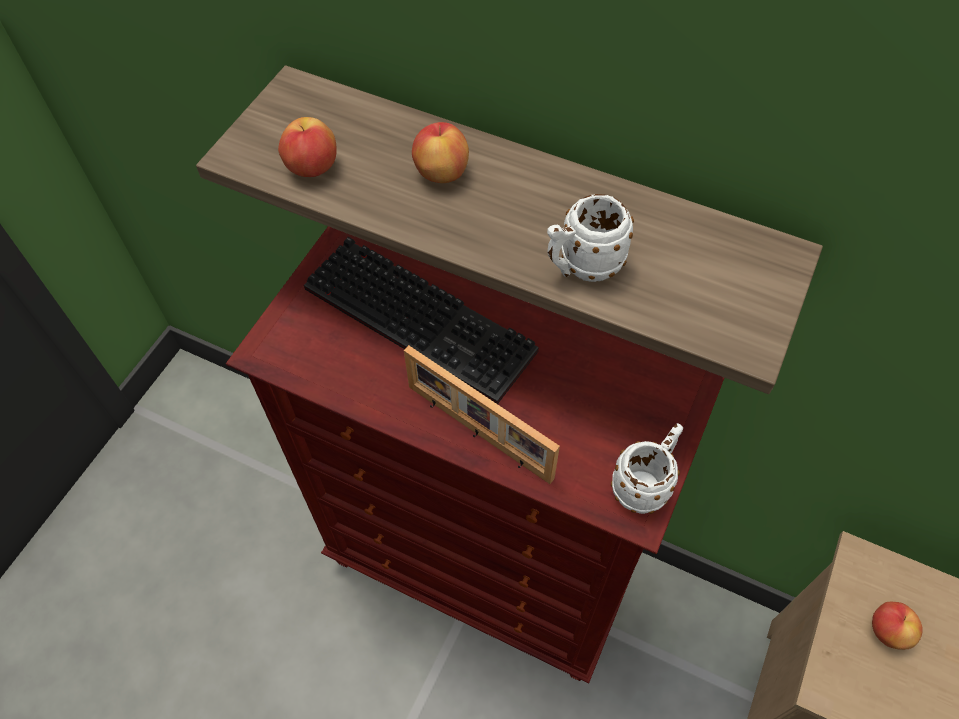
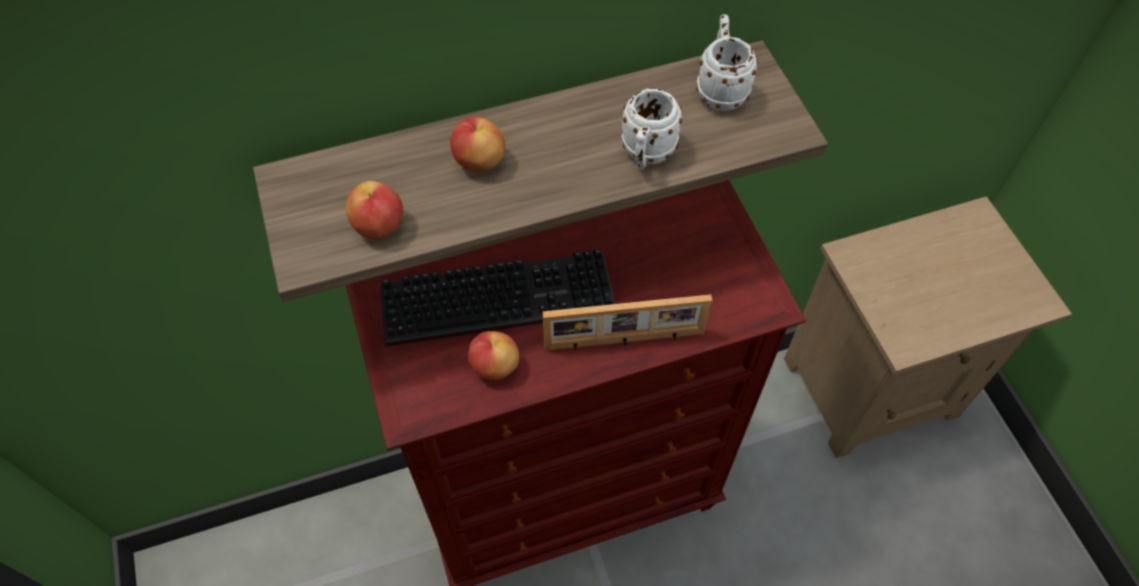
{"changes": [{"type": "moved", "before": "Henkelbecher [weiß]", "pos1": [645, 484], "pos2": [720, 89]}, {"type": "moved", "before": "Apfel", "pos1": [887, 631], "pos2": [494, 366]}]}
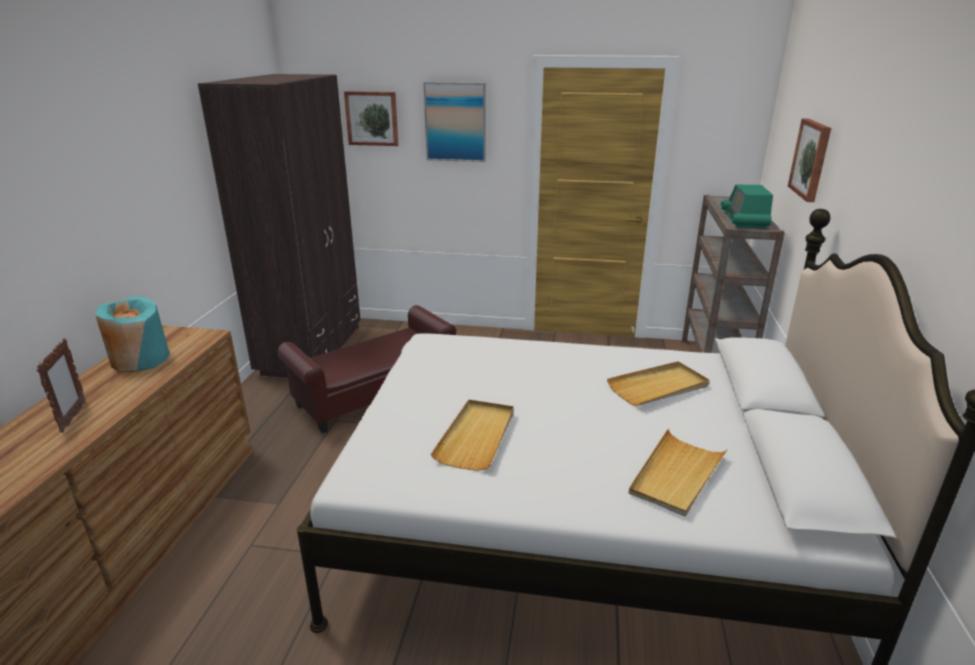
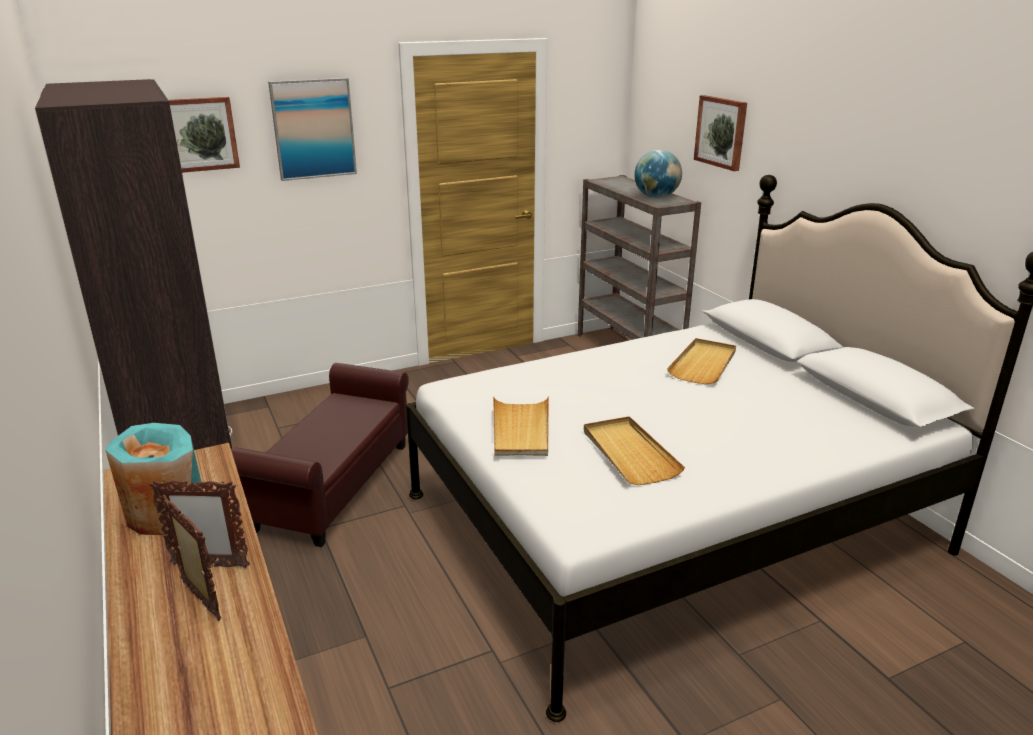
{"changes": [{"type": "replaced", "before": "Radio", "after": "Globus", "pos1": [744, 220], "pos2": [656, 197]}, {"type": "moved", "before": "Tablett [beige]", "pos1": [676, 475], "pos2": [521, 429]}, {"type": "added", "after": "Bilderrahmen", "pos2": [210, 565]}]}
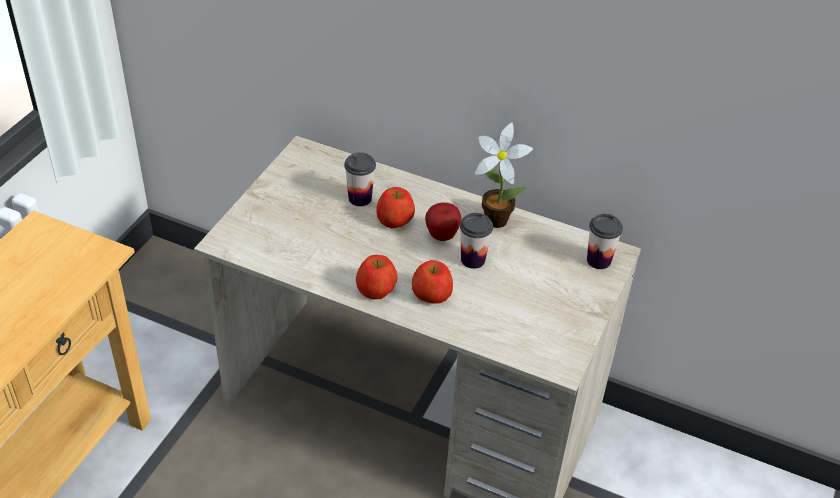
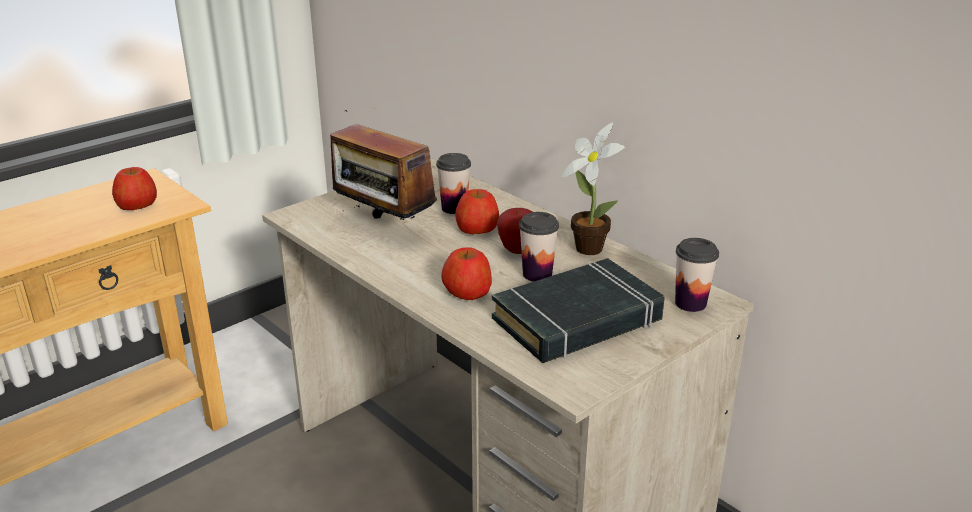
{"changes": [{"type": "moved", "before": "Apfel", "pos1": [376, 289], "pos2": [137, 205]}, {"type": "added", "after": "Radio", "pos2": [383, 227]}, {"type": "added", "after": "Buch [schwarz]", "pos2": [578, 320]}]}
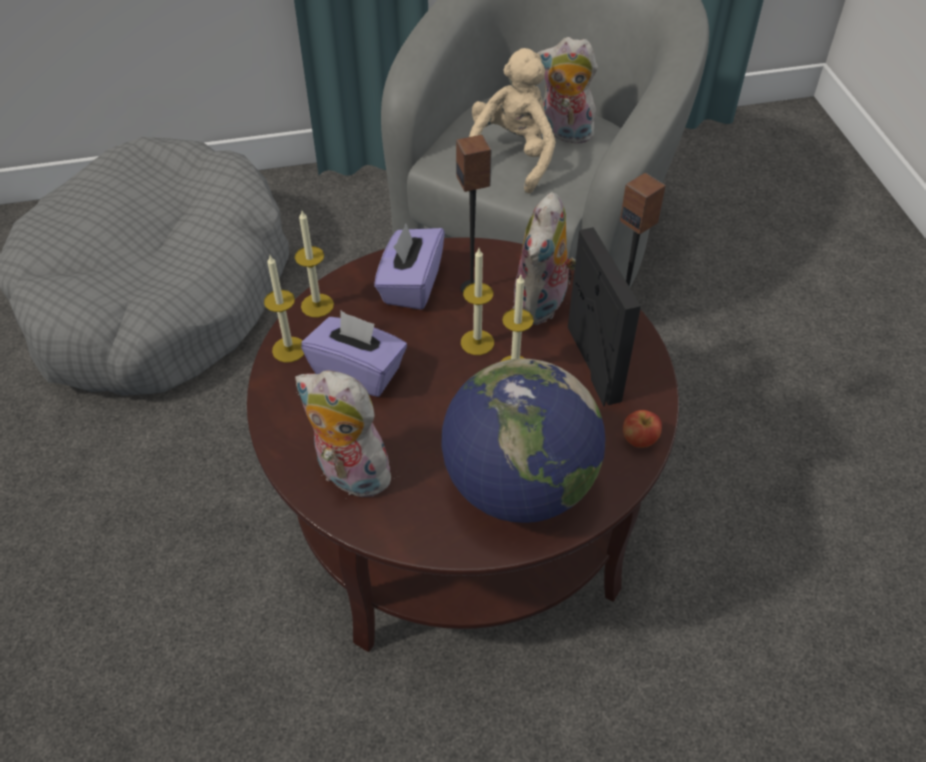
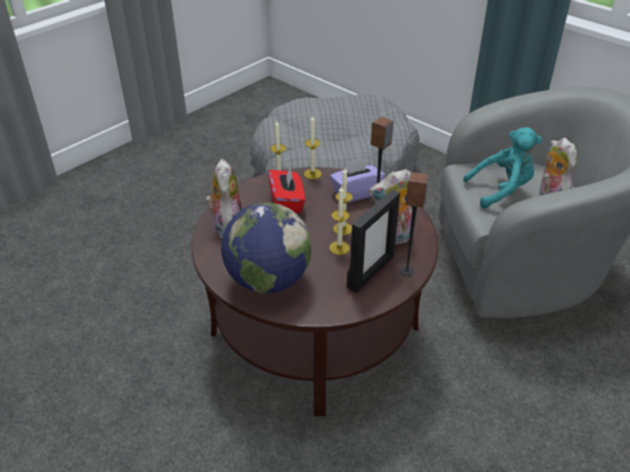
{"changes": [{"type": "recoloured", "before": "Plüschtier [beige]", "after": "Plüschtier [türkis]", "pos1": [511, 157], "pos2": [501, 190]}, {"type": "recoloured", "before": "Taschentuchbox [lila]", "after": "Taschentuchbox [rot]", "pos1": [358, 371], "pos2": [287, 203]}, {"type": "removed", "before": "Apfel", "pos1": [639, 439]}]}
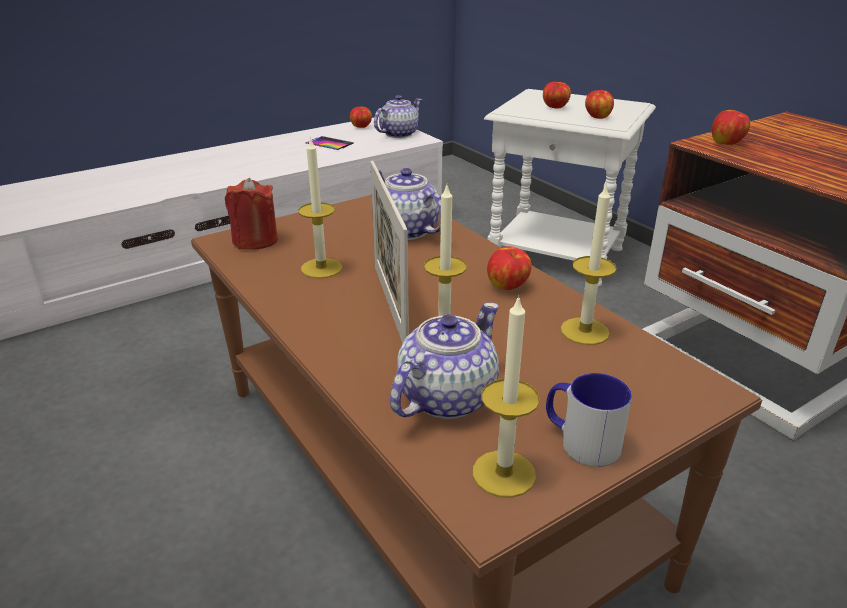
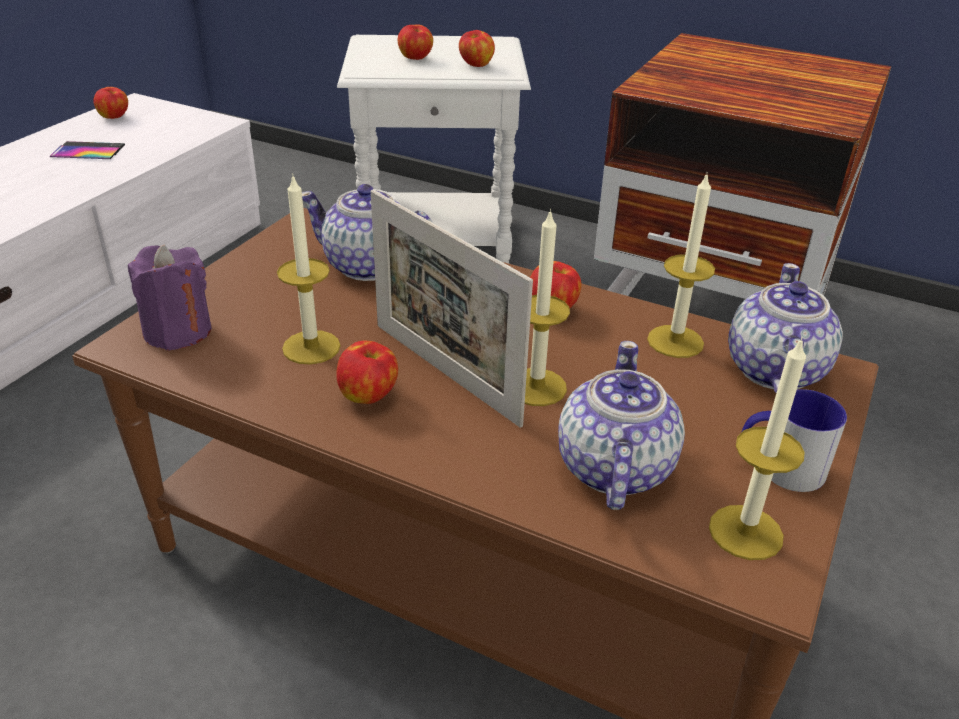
{"changes": [{"type": "moved", "before": "Teekanne", "pos1": [398, 134], "pos2": [773, 371]}, {"type": "moved", "before": "Apfel", "pos1": [726, 143], "pos2": [369, 396]}, {"type": "recoloured", "before": "Kerze [rot]", "after": "Kerze [lila]", "pos1": [255, 240], "pos2": [178, 331]}]}
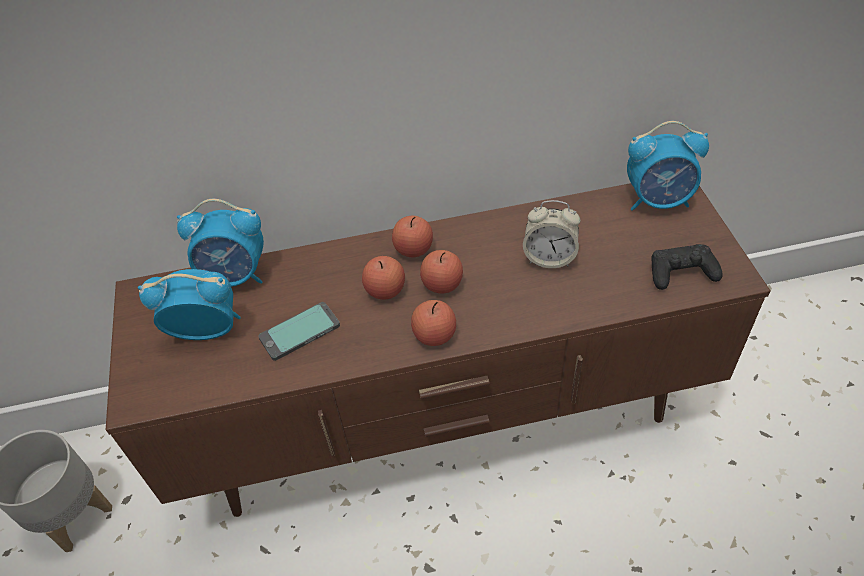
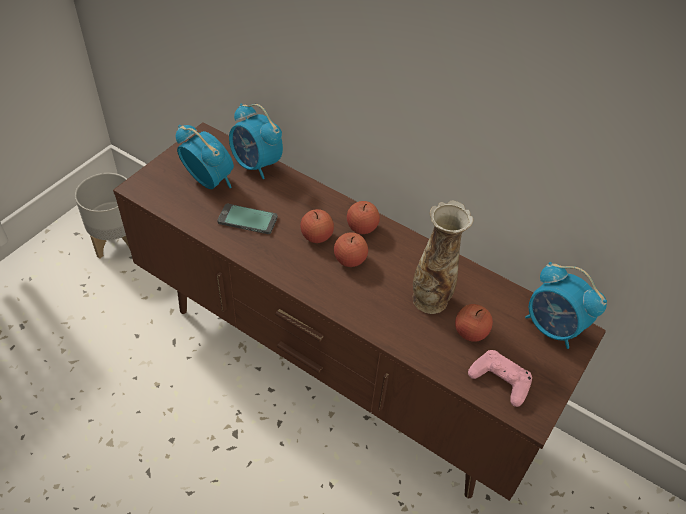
{"changes": [{"type": "replaced", "before": "Wecker", "after": "Vase", "pos1": [549, 257], "pos2": [431, 299]}, {"type": "recoloured", "before": "Gamepad [schwarz]", "after": "Gamepad [rosa]", "pos1": [681, 272], "pos2": [500, 380]}, {"type": "moved", "before": "Apfel", "pos1": [434, 335], "pos2": [470, 332]}]}
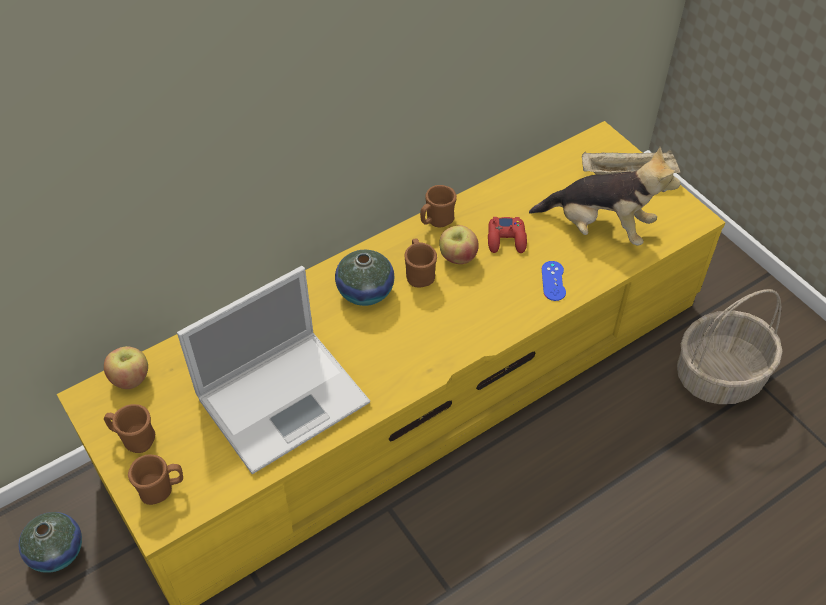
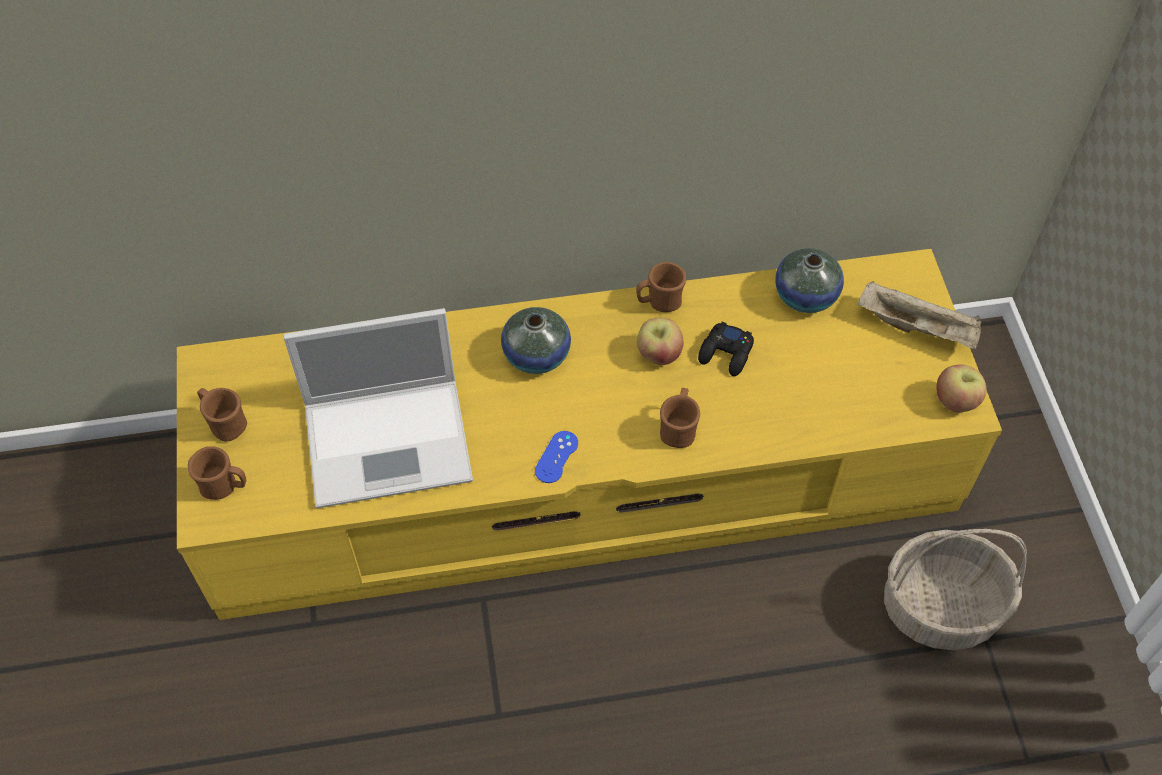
{"changes": [{"type": "removed", "before": "Plüschtier", "pos1": [599, 227]}, {"type": "recoloured", "before": "Gamepad [rot]", "after": "Gamepad [schwarz]", "pos1": [506, 239], "pos2": [726, 353]}, {"type": "moved", "before": "Henkelbecher [braun]", "pos1": [419, 274], "pos2": [678, 429]}, {"type": "moved", "before": "Gamepad [blau]", "pos1": [553, 281], "pos2": [556, 457]}, {"type": "moved", "before": "Apfel", "pos1": [131, 378], "pos2": [956, 400]}, {"type": "moved", "before": "Vase", "pos1": [57, 551], "pos2": [805, 296]}]}
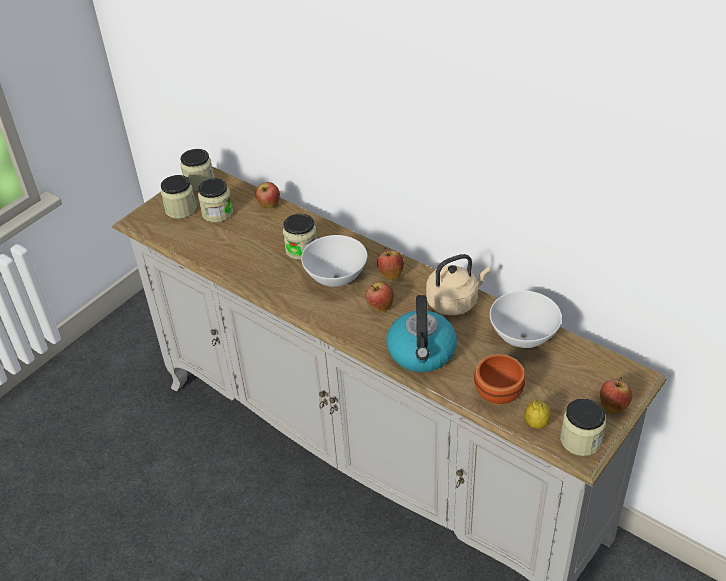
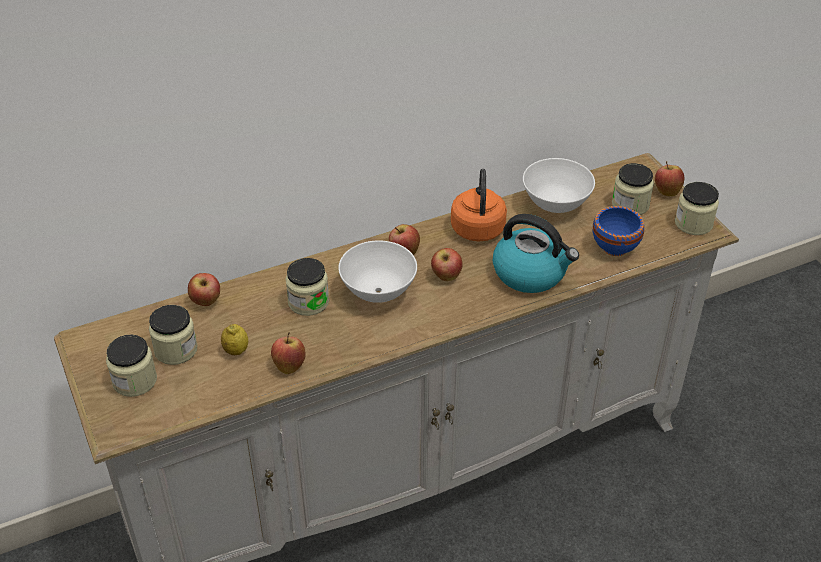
{"changes": [{"type": "moved", "before": "Vorratsglas", "pos1": [199, 182], "pos2": [630, 204]}, {"type": "recoloured", "before": "Wasserkessel [beige]", "after": "Wasserkessel [orange]", "pos1": [454, 302], "pos2": [478, 227]}, {"type": "recoloured", "before": "Schüssel [braun]", "after": "Schüssel [blau]", "pos1": [497, 395], "pos2": [615, 248]}, {"type": "moved", "before": "Zitrone", "pos1": [536, 424], "pos2": [236, 350]}, {"type": "added", "after": "Apfel", "pos2": [289, 366]}]}
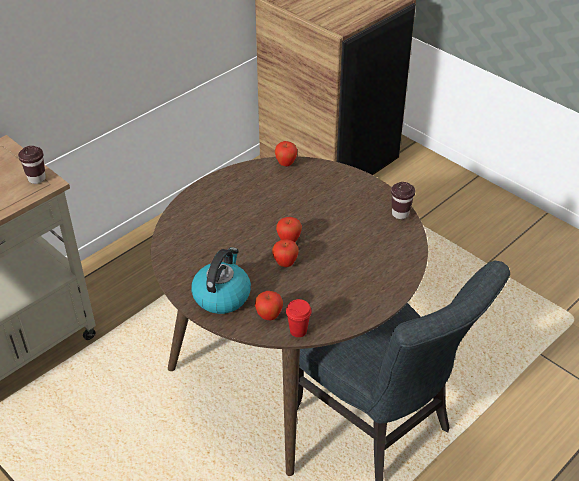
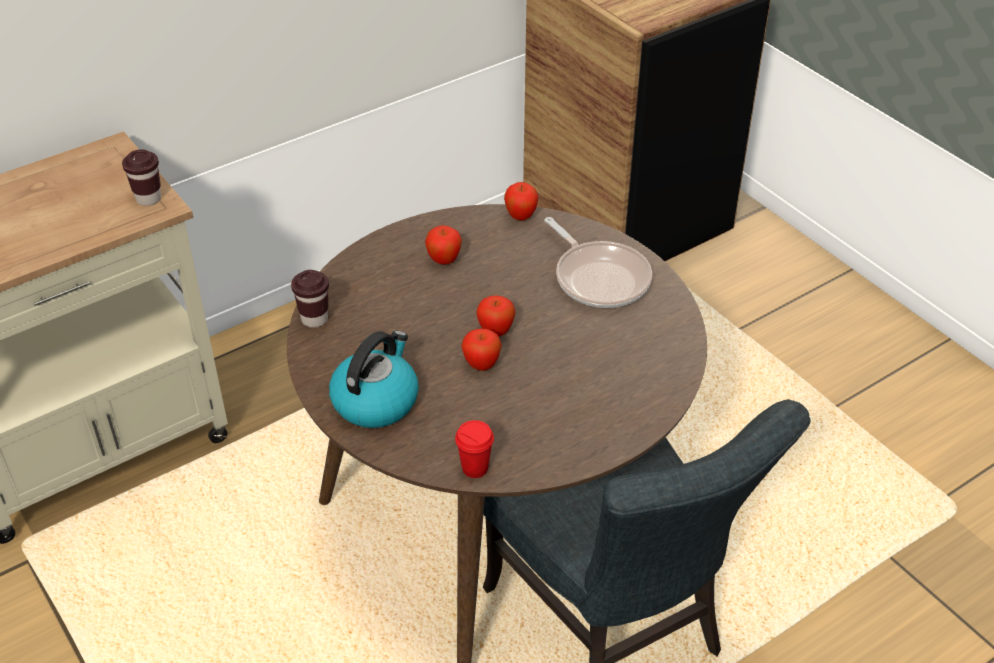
{"changes": [{"type": "moved", "before": "Tasse [braun]", "pos1": [400, 214], "pos2": [314, 319]}, {"type": "moved", "before": "Apfel", "pos1": [269, 316], "pos2": [444, 261]}, {"type": "added", "after": "Pfanne", "pos2": [599, 277]}]}
